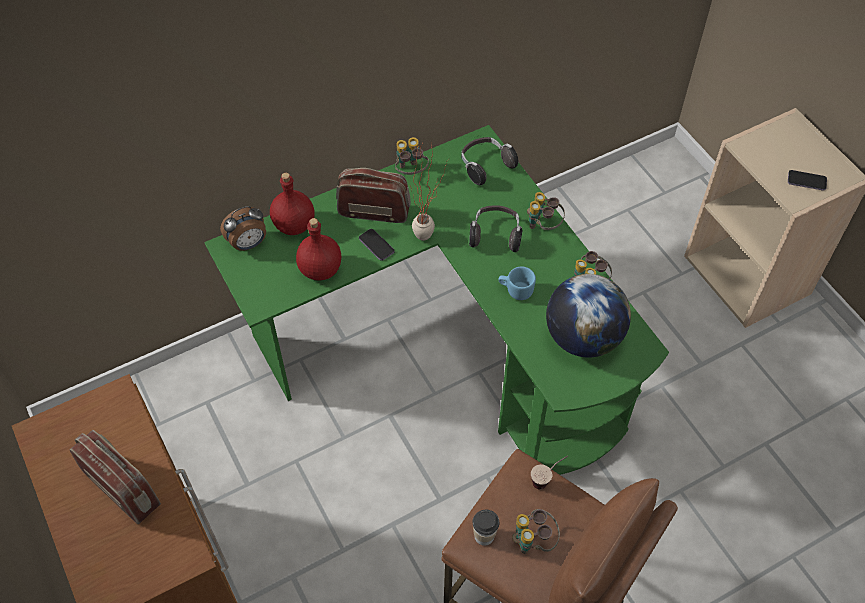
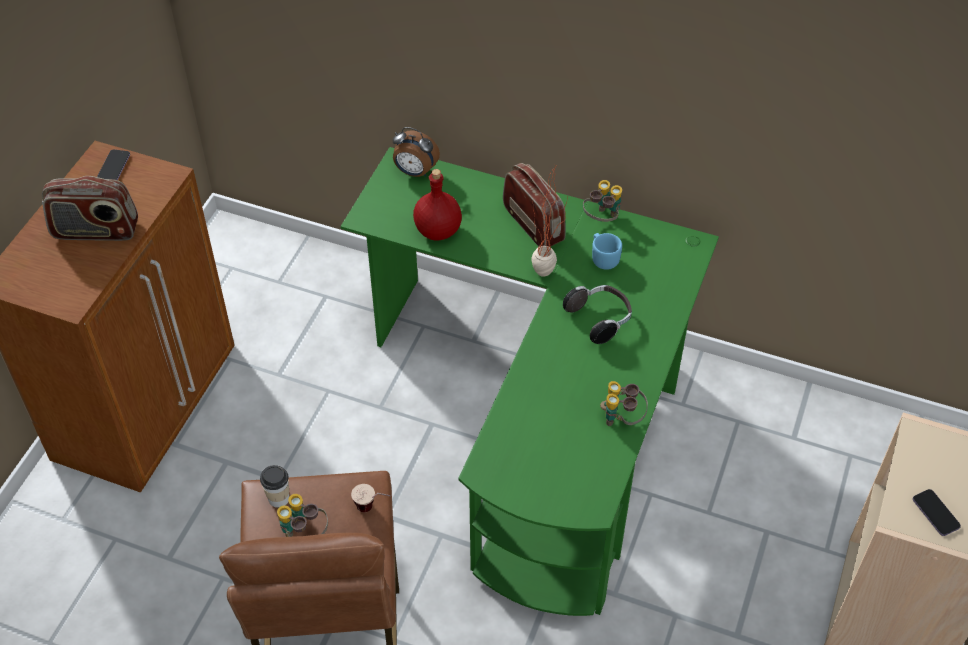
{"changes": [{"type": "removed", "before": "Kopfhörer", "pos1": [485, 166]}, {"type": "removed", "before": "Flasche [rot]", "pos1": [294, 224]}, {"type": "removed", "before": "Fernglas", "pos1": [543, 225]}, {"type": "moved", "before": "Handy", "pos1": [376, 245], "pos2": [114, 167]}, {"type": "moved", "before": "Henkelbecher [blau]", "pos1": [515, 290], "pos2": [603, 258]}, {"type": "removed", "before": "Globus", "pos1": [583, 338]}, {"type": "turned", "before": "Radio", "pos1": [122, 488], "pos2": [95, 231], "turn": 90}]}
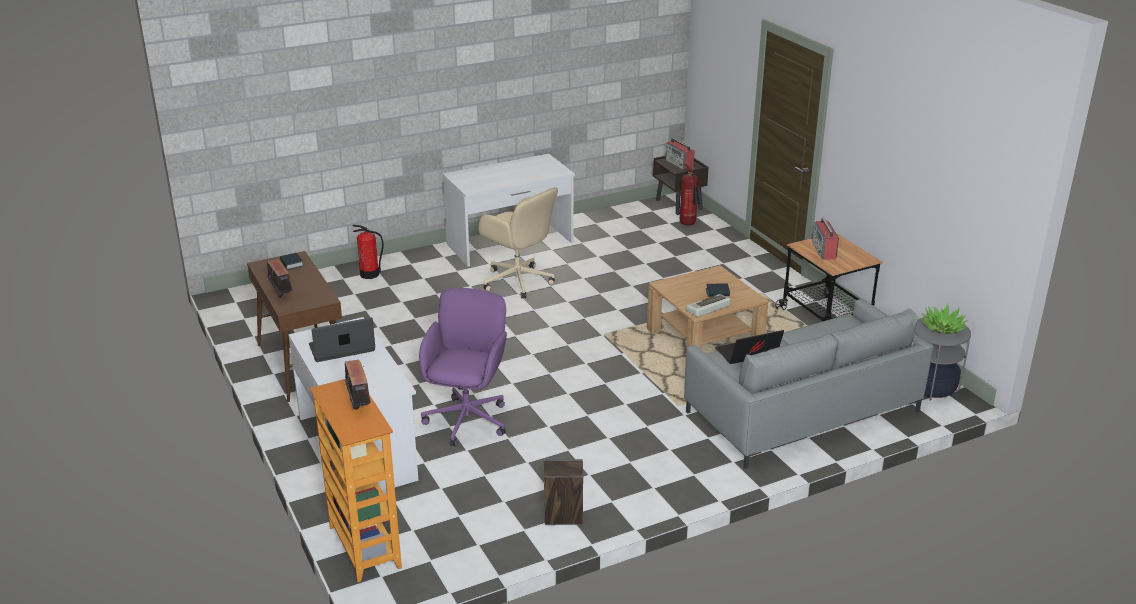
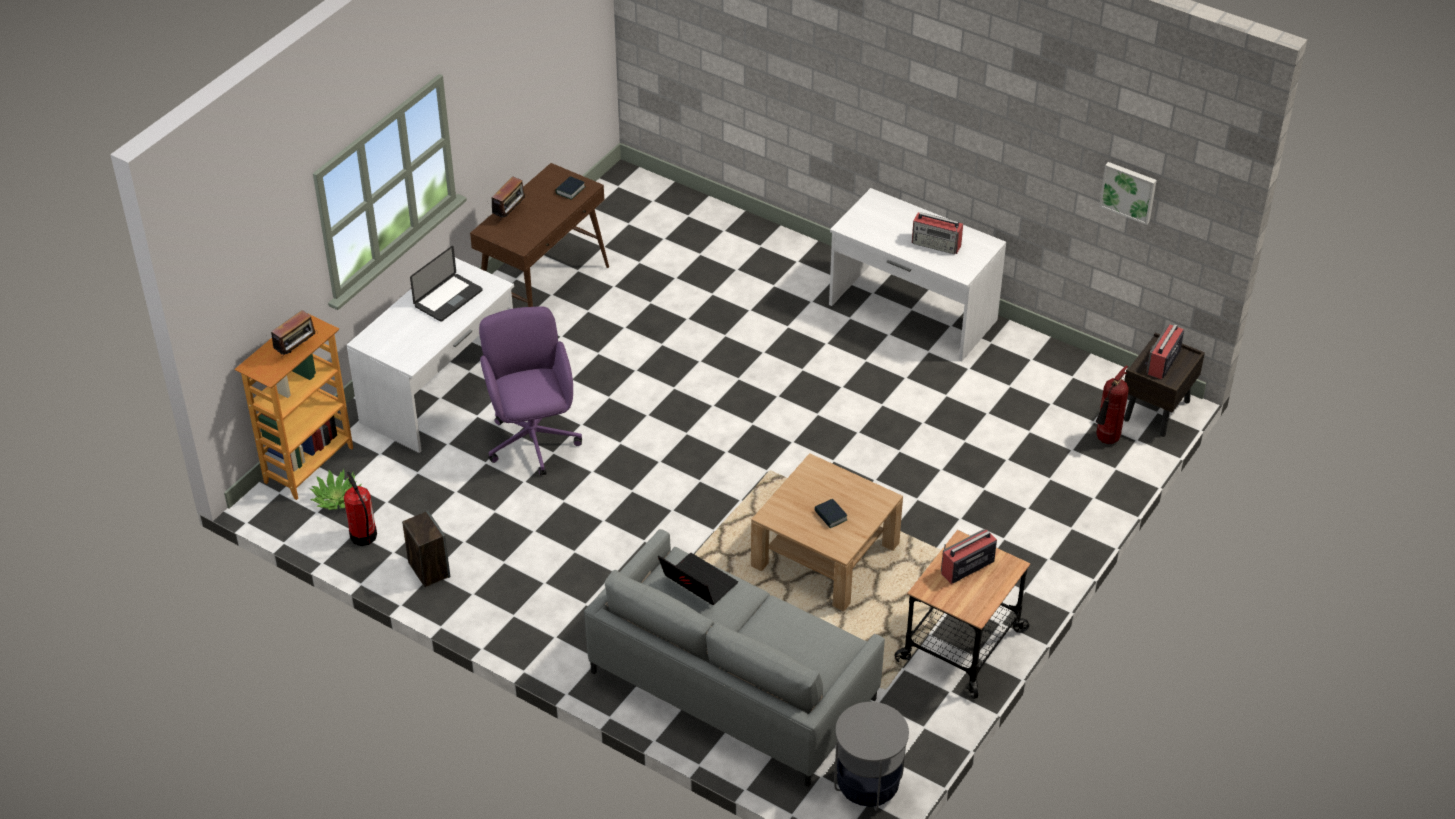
{"changes": [{"type": "removed", "before": "Bürostuhl [beige]", "pos1": [518, 282]}, {"type": "moved", "before": "Feuerlöscher", "pos1": [370, 274], "pos2": [363, 536]}, {"type": "turned", "before": "Bürostuhl [lila]", "pos1": [467, 420], "pos2": [533, 441], "turn": -90}, {"type": "removed", "before": "Tastatur", "pos1": [708, 309]}, {"type": "moved", "before": "Topfpflanze", "pos1": [942, 328], "pos2": [337, 498]}, {"type": "turned", "before": "Laptop", "pos1": [342, 348], "pos2": [448, 298], "turn": 90}, {"type": "added", "after": "Bild", "pos2": [1129, 191]}, {"type": "added", "after": "Radio", "pos2": [937, 244]}]}
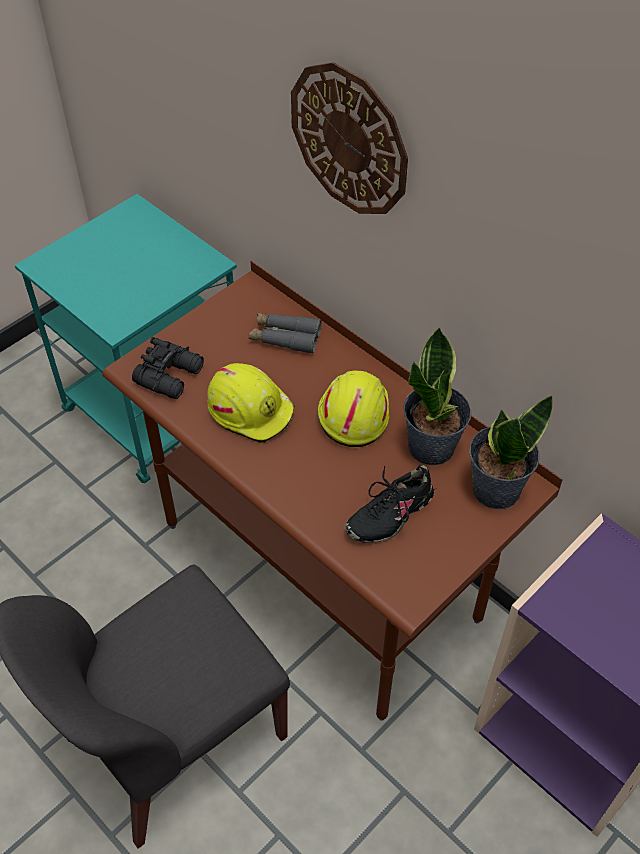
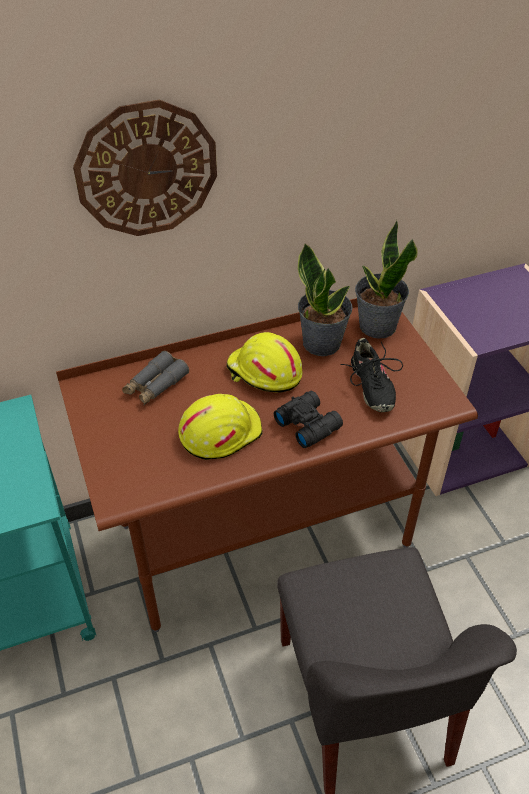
{"changes": [{"type": "moved", "before": "Fernglas [schwarz]", "pos1": [171, 375], "pos2": [308, 423]}]}
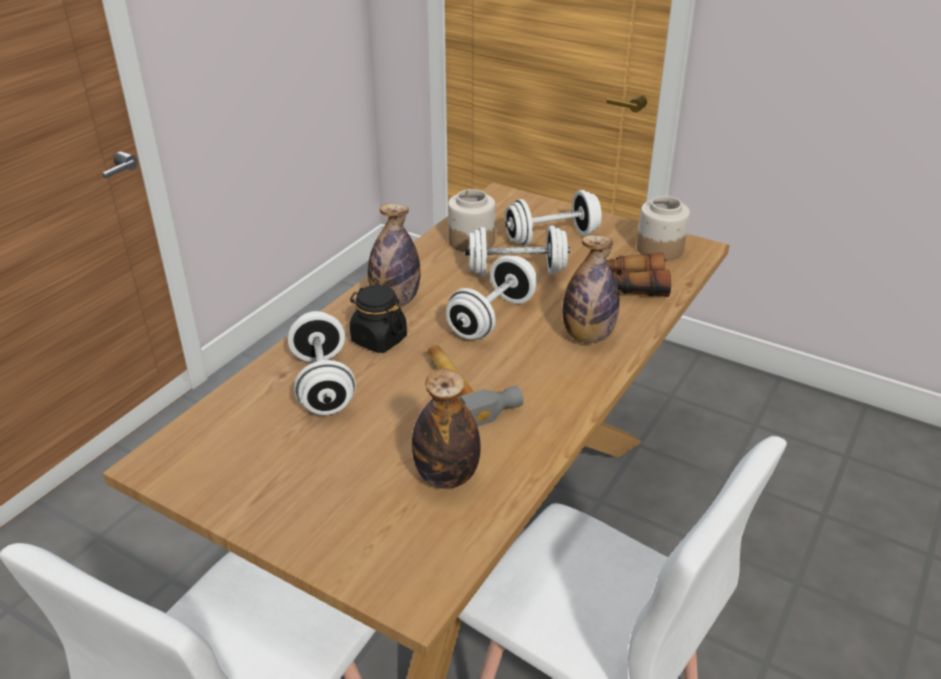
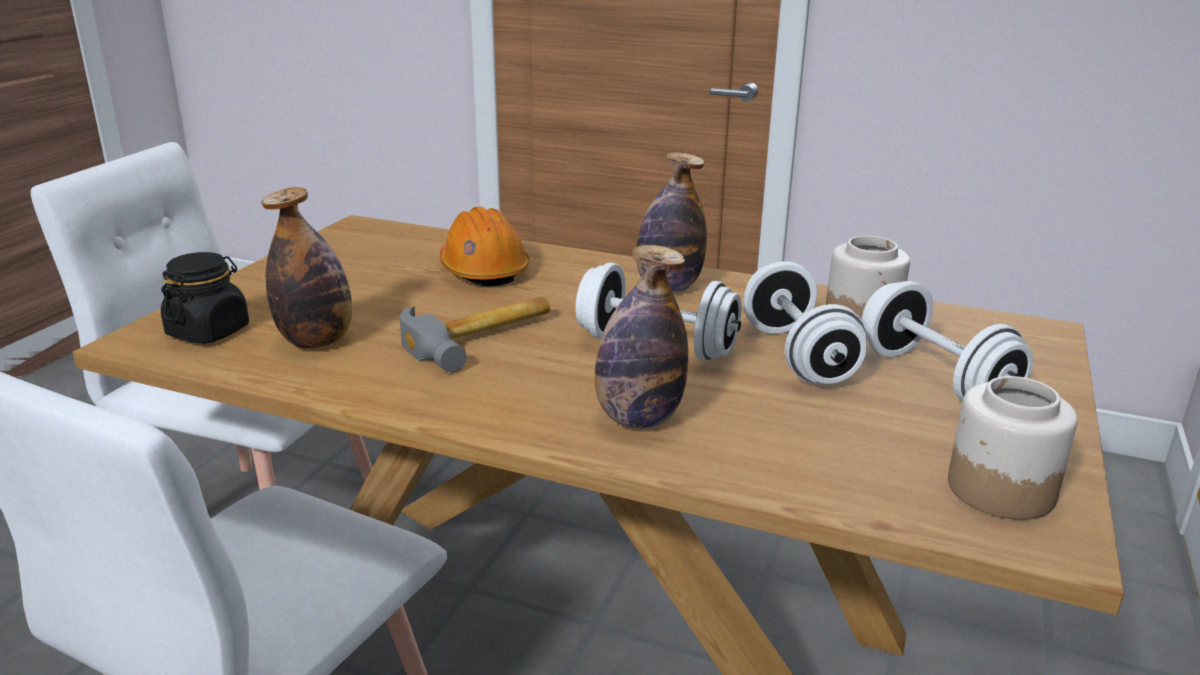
{"changes": [{"type": "removed", "before": "Fernglas", "pos1": [630, 285]}, {"type": "moved", "before": "Vorratsglas [schwarz]", "pos1": [378, 339], "pos2": [209, 331]}, {"type": "replaced", "before": "Hantel [weiß]", "after": "Schutzhelm [orange]", "pos1": [323, 384], "pos2": [483, 270]}]}
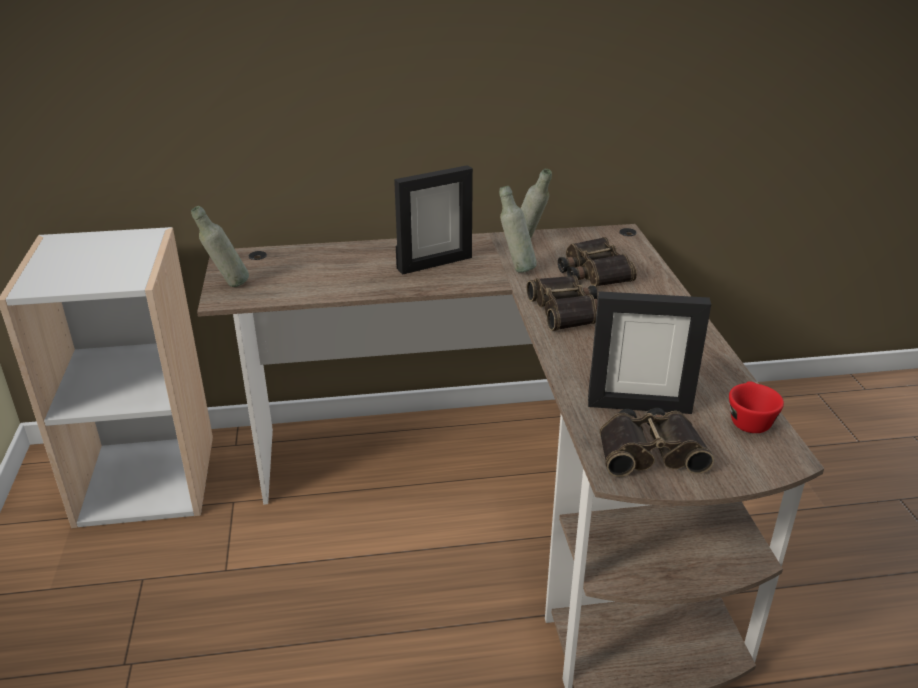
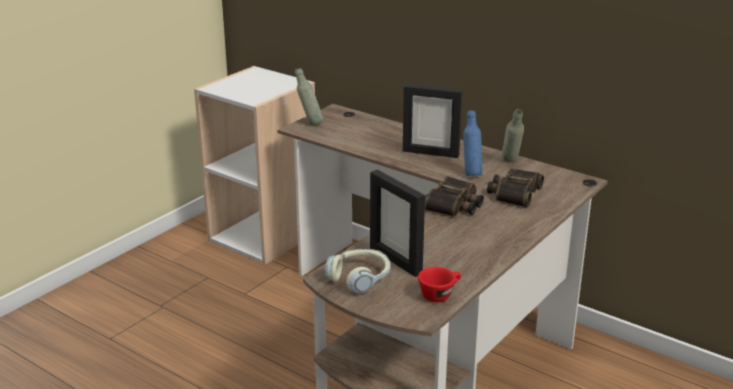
{"changes": [{"type": "recoloured", "before": "Flasche [grau]", "after": "Flasche [blau]", "pos1": [516, 269], "pos2": [471, 173]}, {"type": "replaced", "before": "Fernglas", "after": "Kopfhörer", "pos1": [649, 450], "pos2": [360, 278]}]}
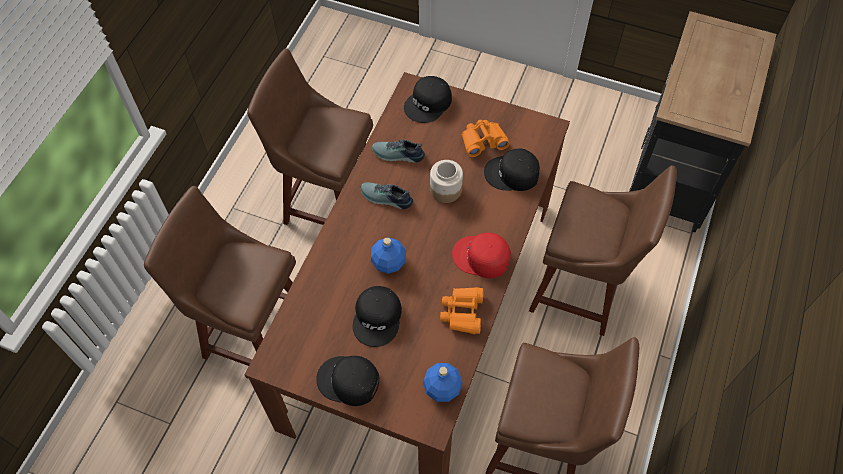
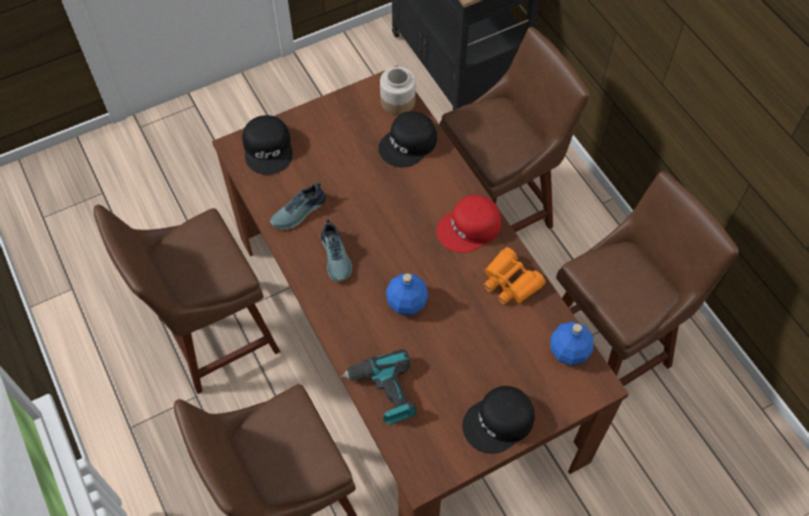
{"changes": [{"type": "removed", "before": "Fernglas [orange]", "pos1": [483, 141]}, {"type": "moved", "before": "Vorratsglas", "pos1": [445, 189], "pos2": [397, 102]}, {"type": "turned", "before": "Schuh", "pos1": [386, 198], "pos2": [337, 256], "turn": -75}, {"type": "removed", "before": "Kappe [schwarz]", "pos1": [378, 318]}, {"type": "added", "after": "Bohrmaschine", "pos2": [383, 392]}]}
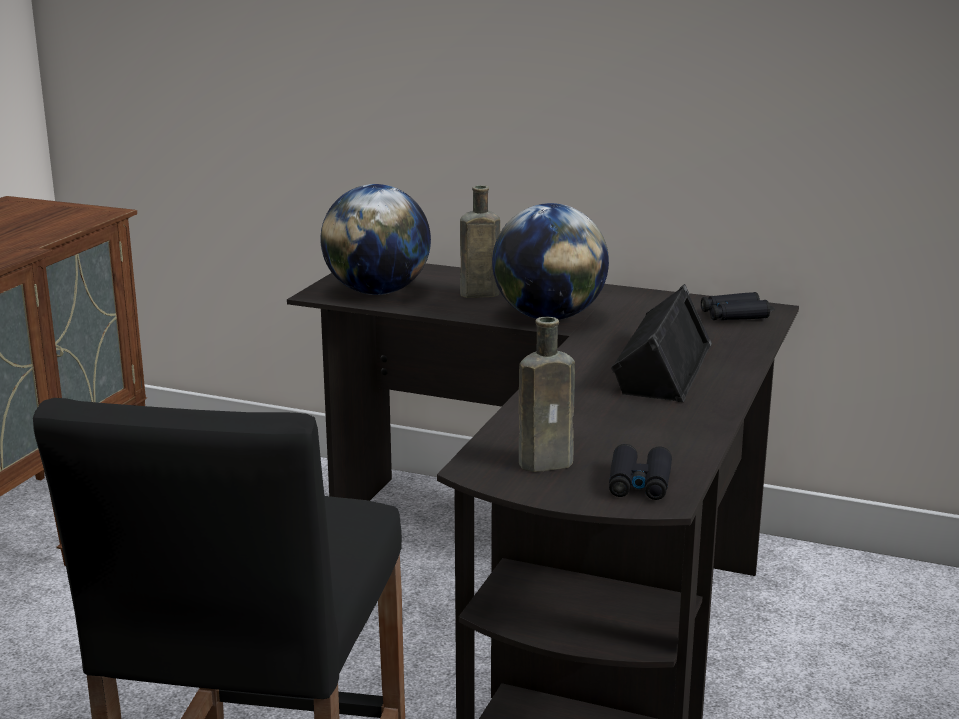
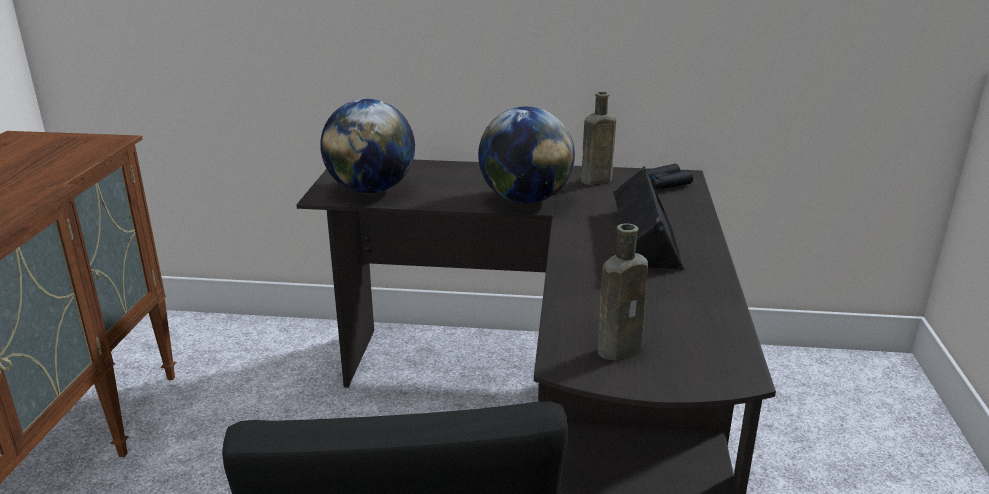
{"changes": [{"type": "moved", "before": "Flasche [braun]", "pos1": [476, 294], "pos2": [594, 181]}, {"type": "removed", "before": "Fernglas [schwarz]", "pos1": [639, 483]}]}
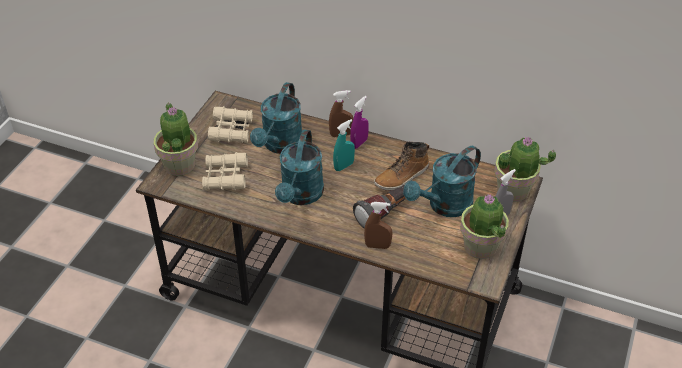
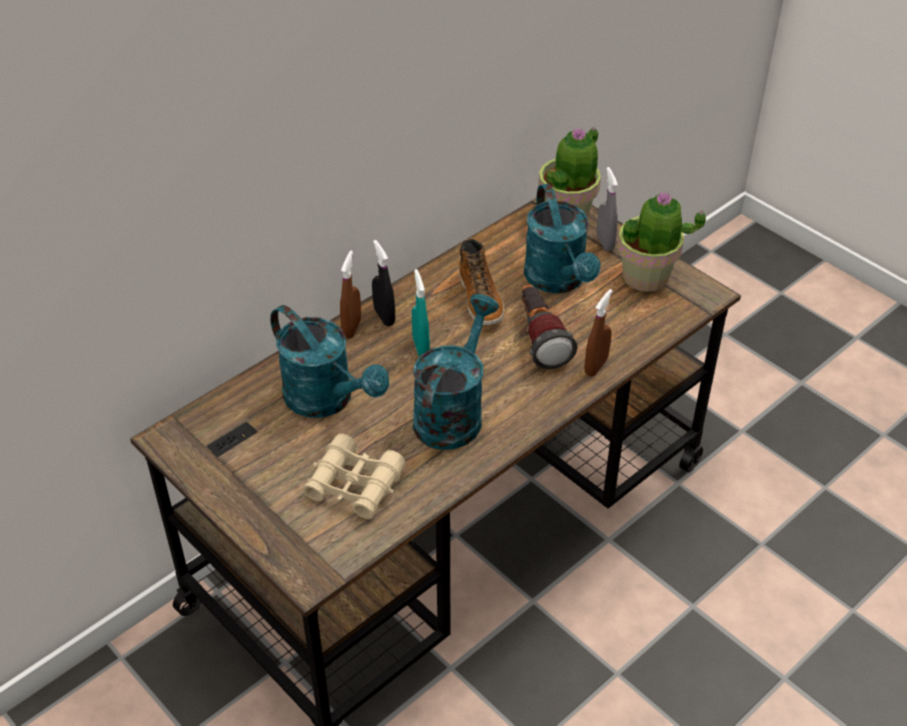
{"changes": [{"type": "recoloured", "before": "Sprühflasche [lila]", "after": "Sprühflasche [schwarz]", "pos1": [359, 143], "pos2": [384, 316]}, {"type": "removed", "before": "Topfpflanze", "pos1": [180, 164]}, {"type": "removed", "before": "Fernglas [beige]", "pos1": [231, 130]}, {"type": "turned", "before": "Gießkanne [türkis]", "pos1": [300, 196], "pos2": [453, 412], "turn": -105}]}
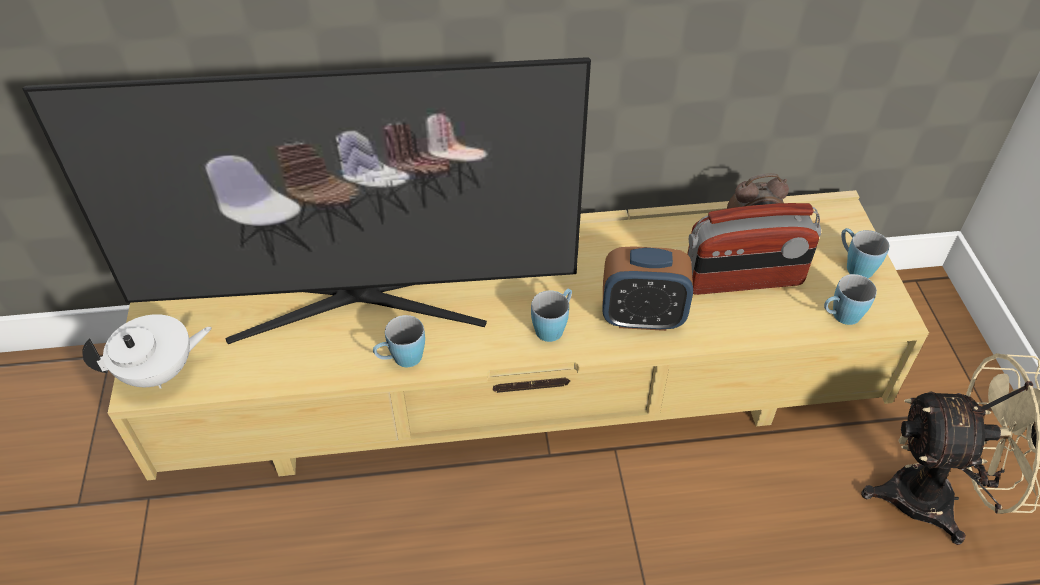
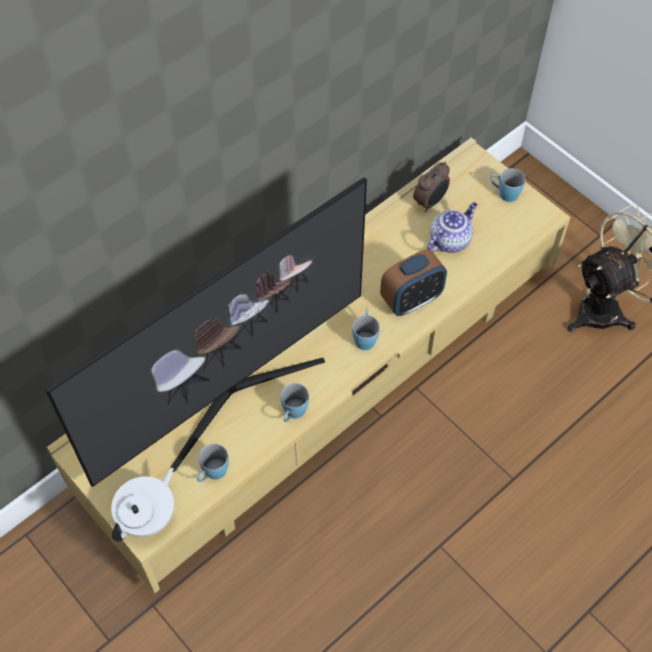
{"changes": [{"type": "replaced", "before": "Radio", "after": "Teekanne", "pos1": [743, 280], "pos2": [450, 240]}, {"type": "moved", "before": "Henkelbecher [blau]", "pos1": [840, 316], "pos2": [212, 474]}]}
